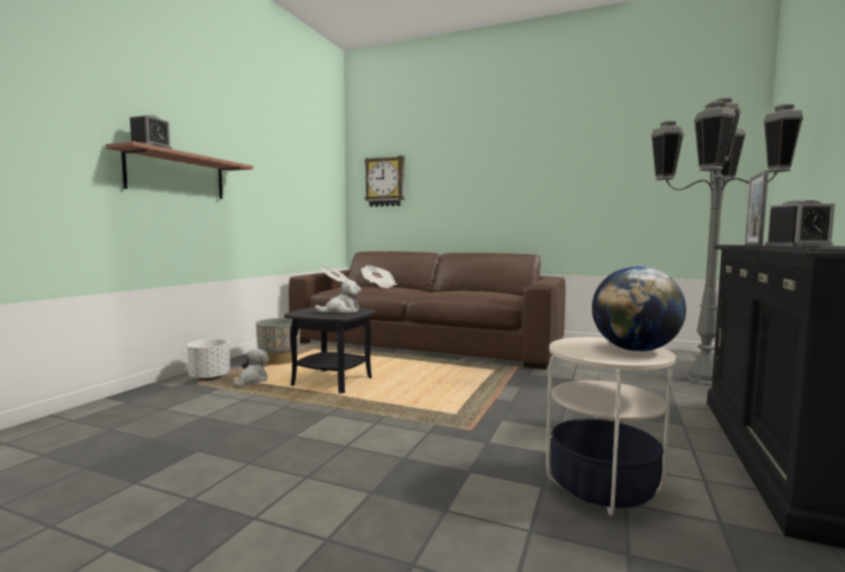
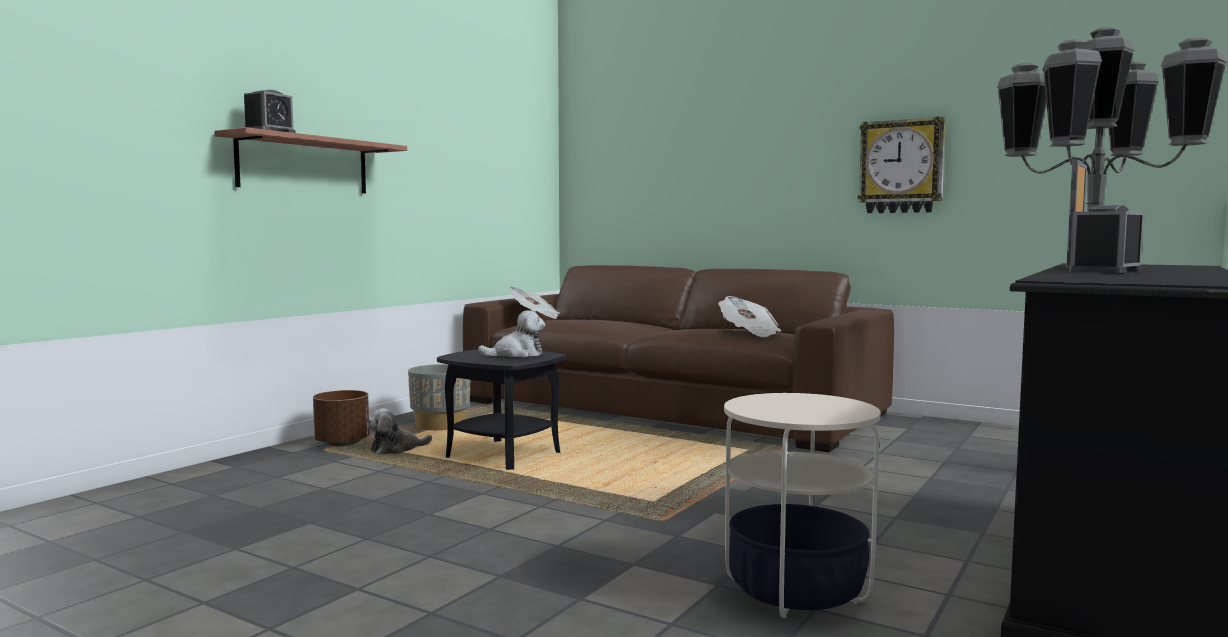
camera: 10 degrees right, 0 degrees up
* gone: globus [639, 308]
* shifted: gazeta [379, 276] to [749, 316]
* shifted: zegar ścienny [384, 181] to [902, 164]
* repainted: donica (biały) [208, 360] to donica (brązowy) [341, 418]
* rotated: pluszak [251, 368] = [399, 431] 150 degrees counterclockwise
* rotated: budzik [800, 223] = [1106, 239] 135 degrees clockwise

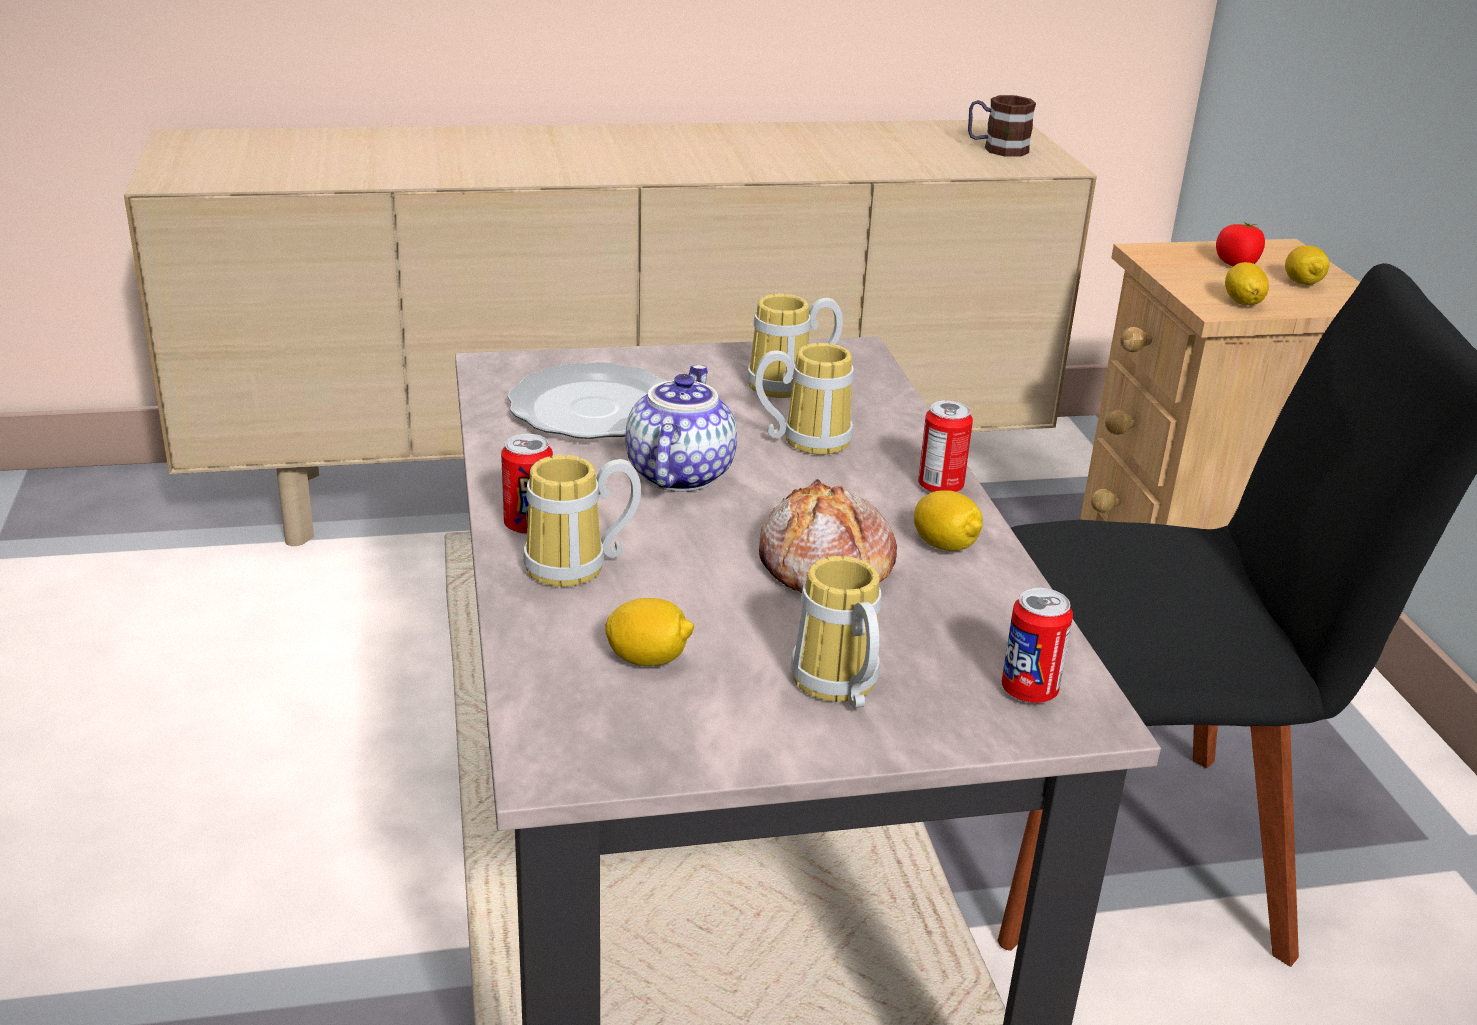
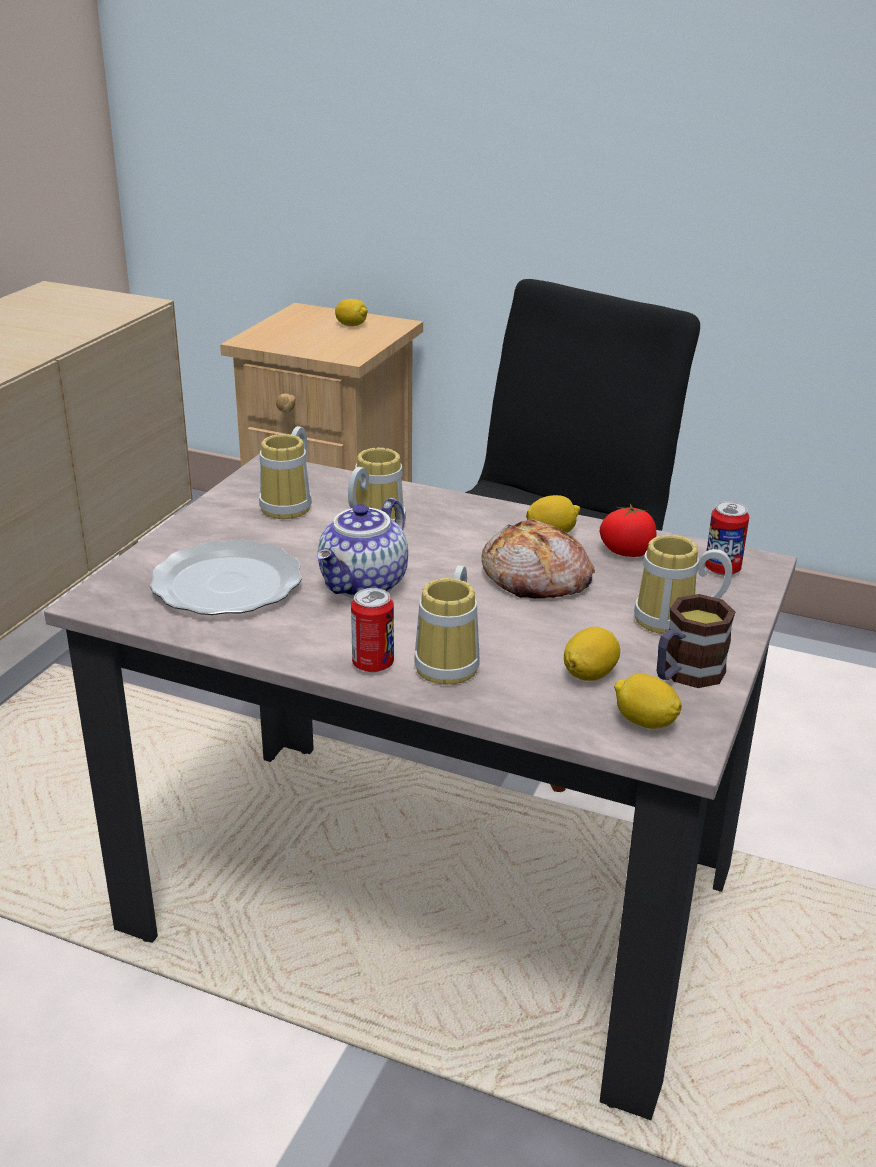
camera: 55 degrees left, 0 degrees up
* gone: puszka [945, 446]
* shifted: kubek [1002, 126] to [696, 641]
* shifted: pomidor [1240, 243] to [628, 530]
* shifted: cytryna [1247, 283] to [648, 701]
* rotated: imbryk [681, 428] = [362, 548] 105 degrees counterclockwise

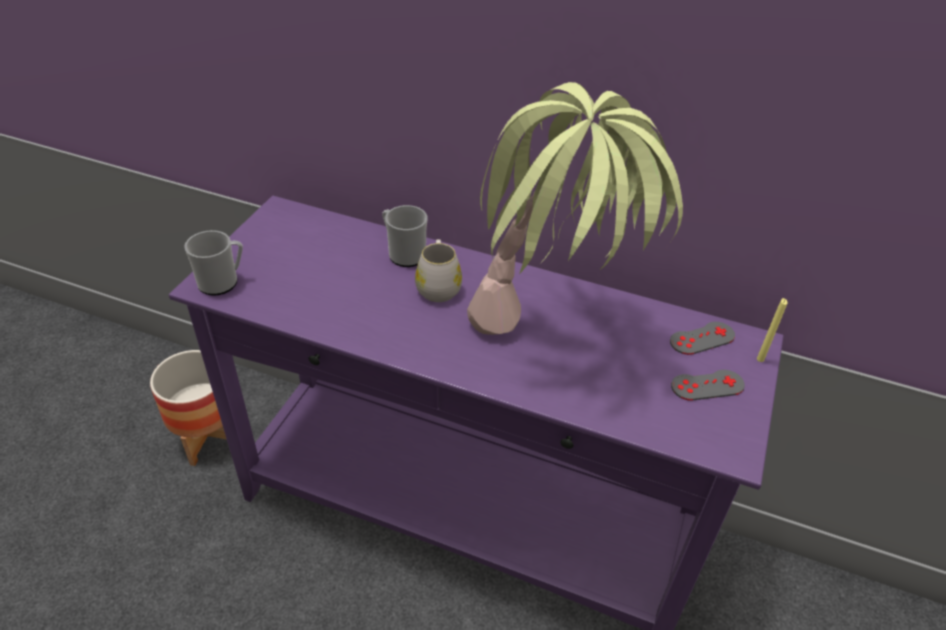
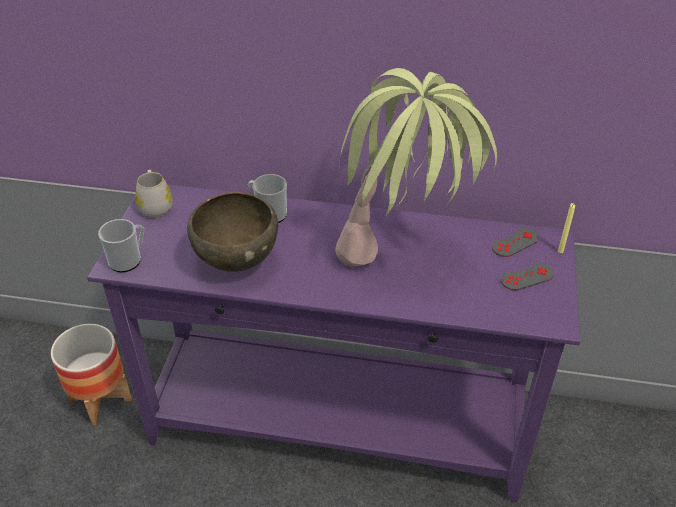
camera: 10 degrees left, 0 degrees up
* new: miska (brązowy) [232, 232]
* shifted: kubek (biały) [438, 271] to [154, 194]

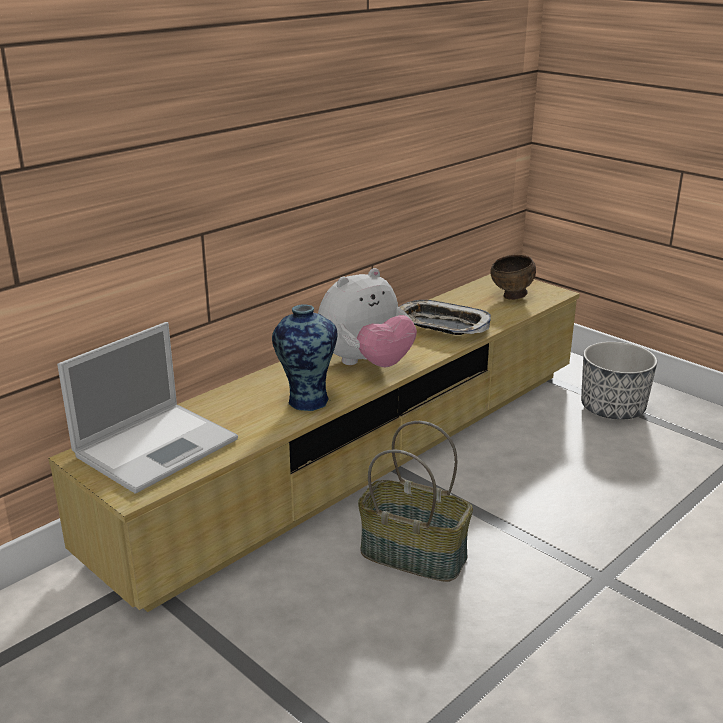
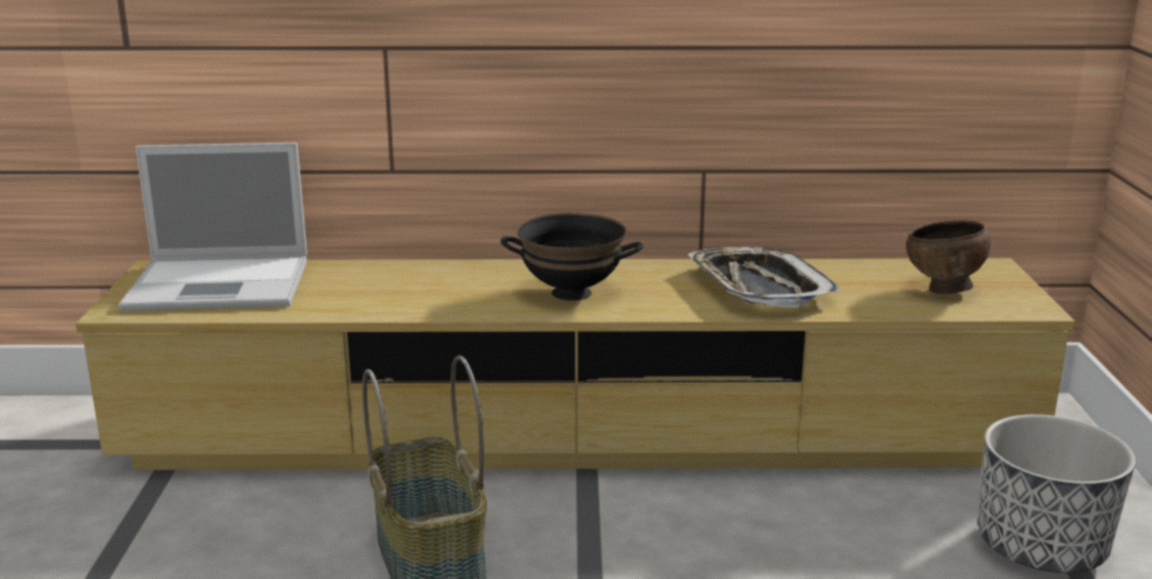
camera: 45 degrees right, 5 degrees down
* gone: wazon [304, 357]
* swapped: pluszak [367, 318] to miska (czarny) [572, 257]

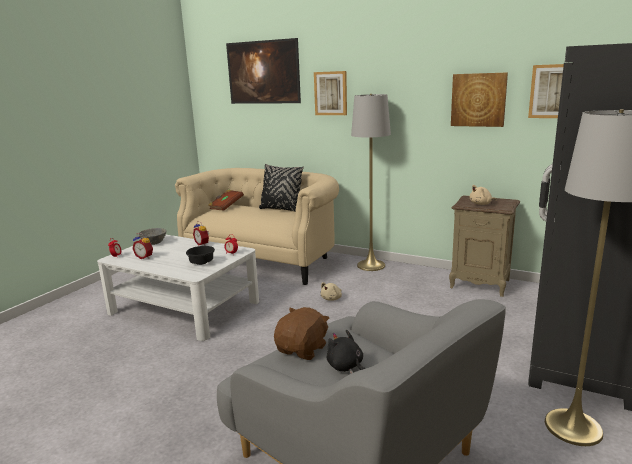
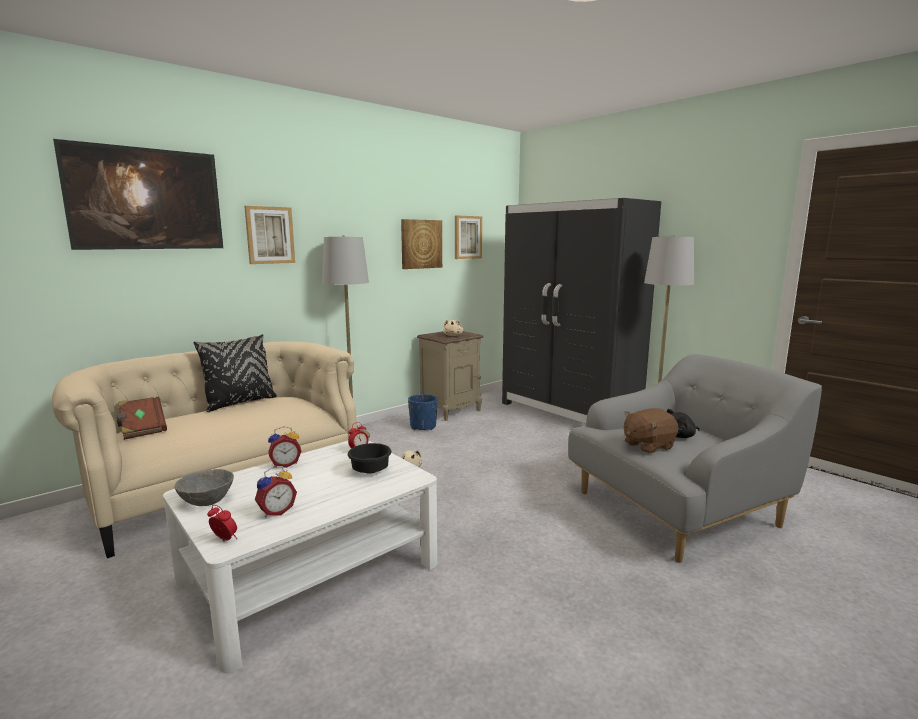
camera: 70 degrees left, 5 degrees down
* new: donica (niebieski) [422, 412]
* rotated: pluszak (brązowy) [301, 333] = [651, 430] 75 degrees counterclockwise

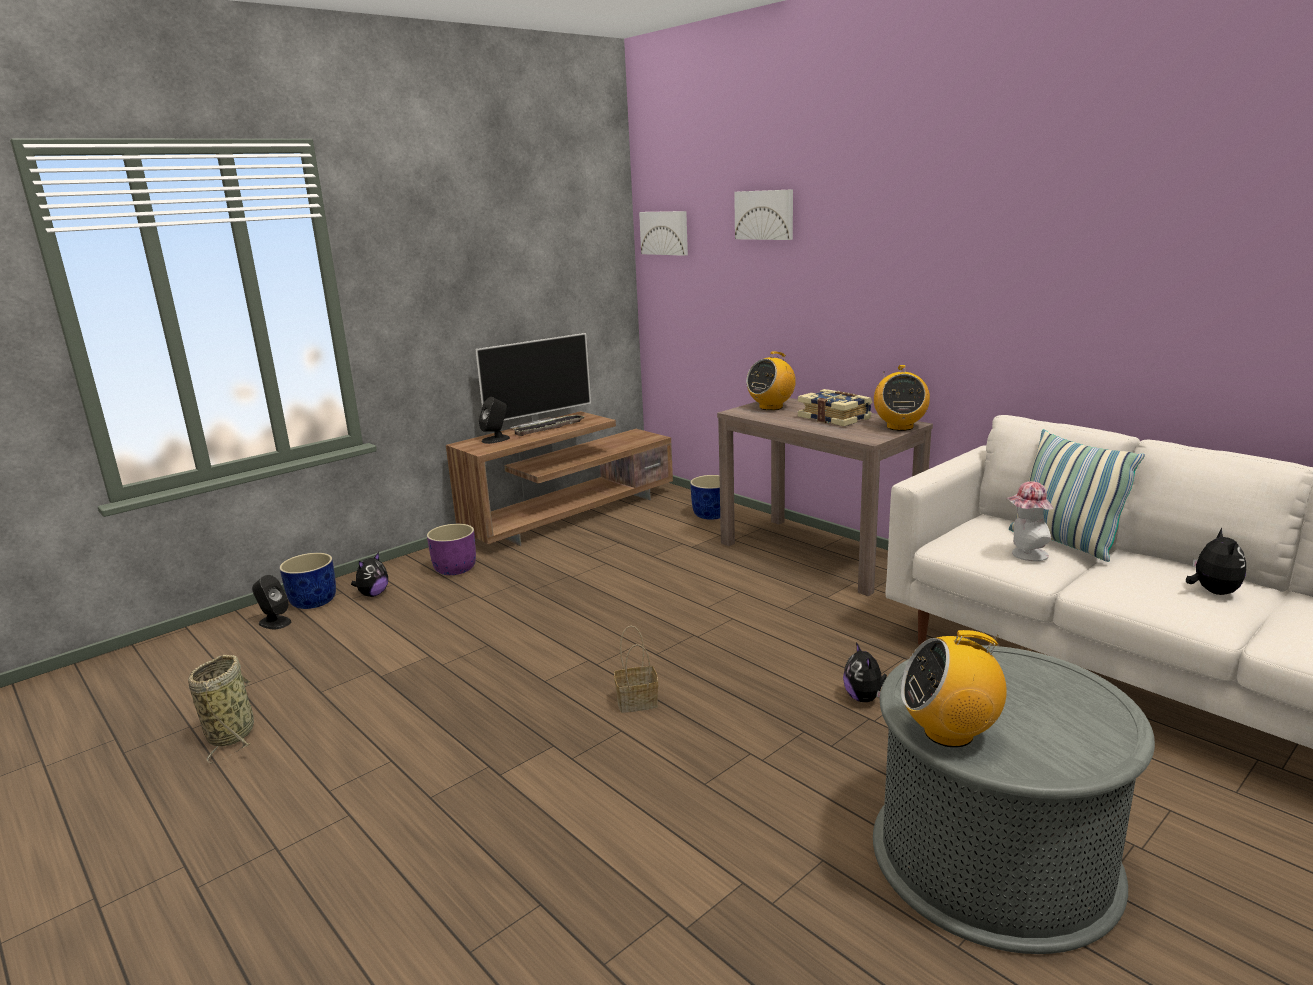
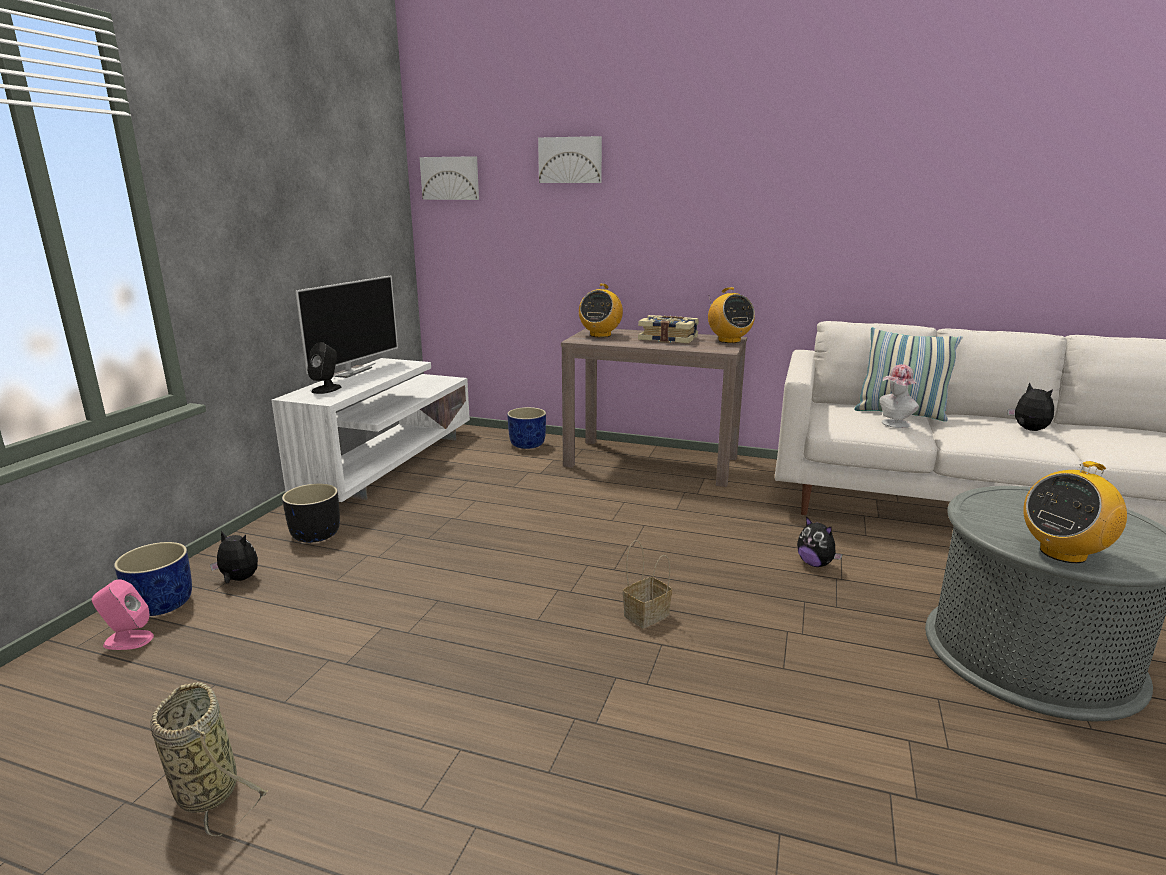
camera: 30 degrees left, 0 degrees up
* gone: taca [550, 425]
* repainted: głośnik (czarny) [271, 602] to głośnik (różowy) [123, 614]
* repainted: donica (fioletowy) [451, 549] to donica (czarny) [311, 513]
* repainted: szafka pod telewizor (brązowy) [559, 478] to szafka pod telewizor (biały) [370, 430]
* rotated: pluszak [369, 574] = [234, 557] 75 degrees counterclockwise

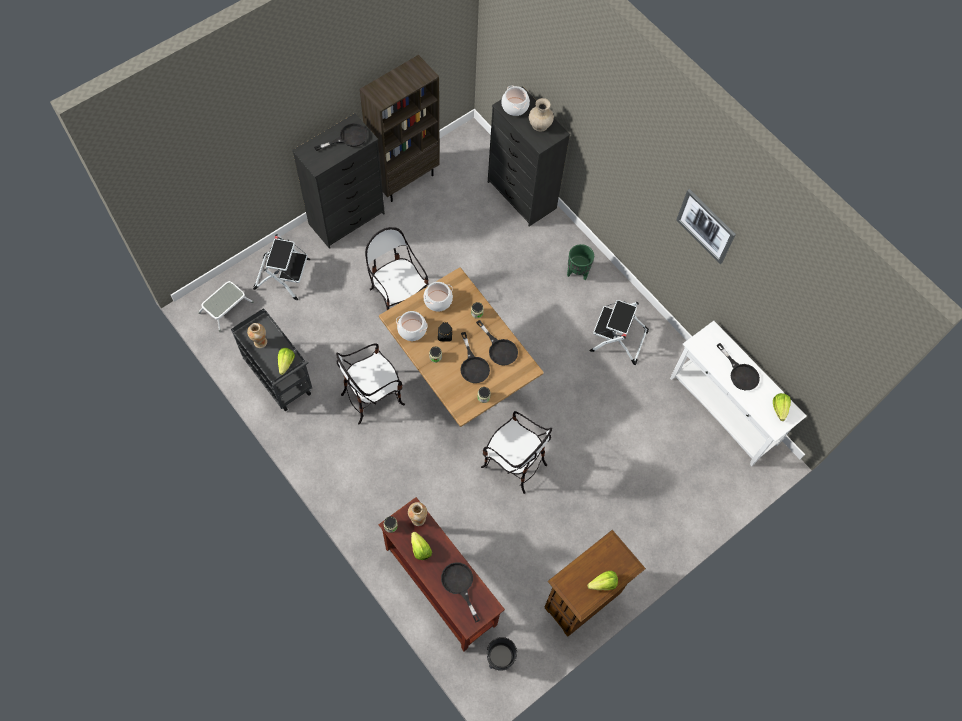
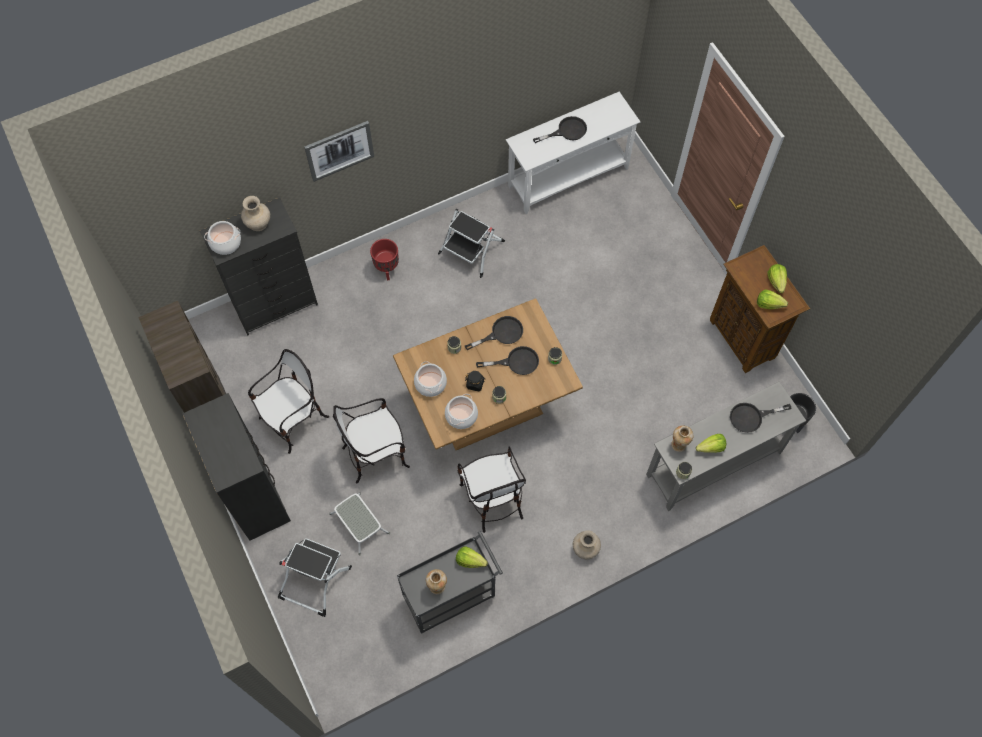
camera: 75 degrees left, 0 degrees up
* gone: patelnia (czarny) [341, 137]
* new: wazon (beżowy) [587, 545]
* shifted: drabinka (szary) [226, 306] to [359, 523]
* shifted: krzesło [516, 452] to [288, 401]
* shifted: obraz [706, 226] to [339, 151]
* shifted: sałata [782, 407] to [772, 299]
* repainted: stolik konsolowy (brązowy) [442, 574] to stolik konsolowy (szary) [726, 446]
* repainted: donica (zielony) [580, 262] to donica (czerwony) [384, 259]

